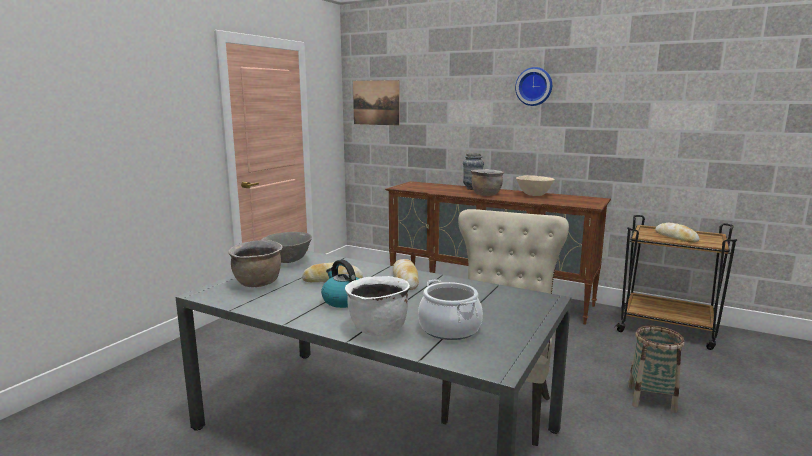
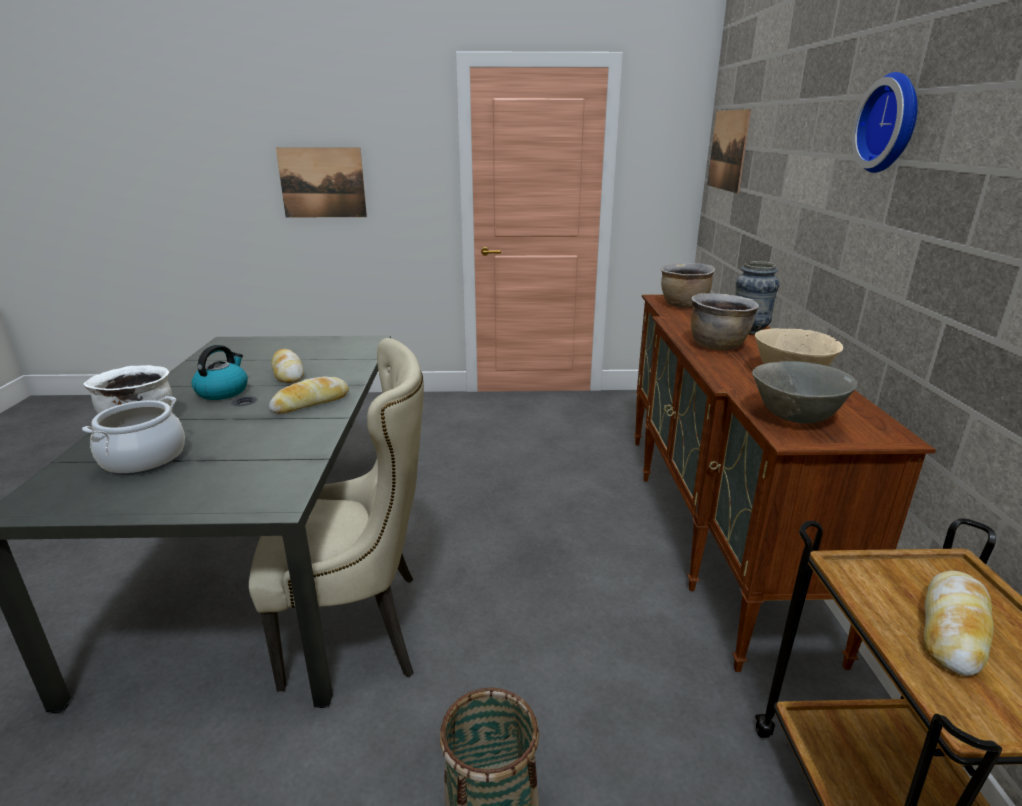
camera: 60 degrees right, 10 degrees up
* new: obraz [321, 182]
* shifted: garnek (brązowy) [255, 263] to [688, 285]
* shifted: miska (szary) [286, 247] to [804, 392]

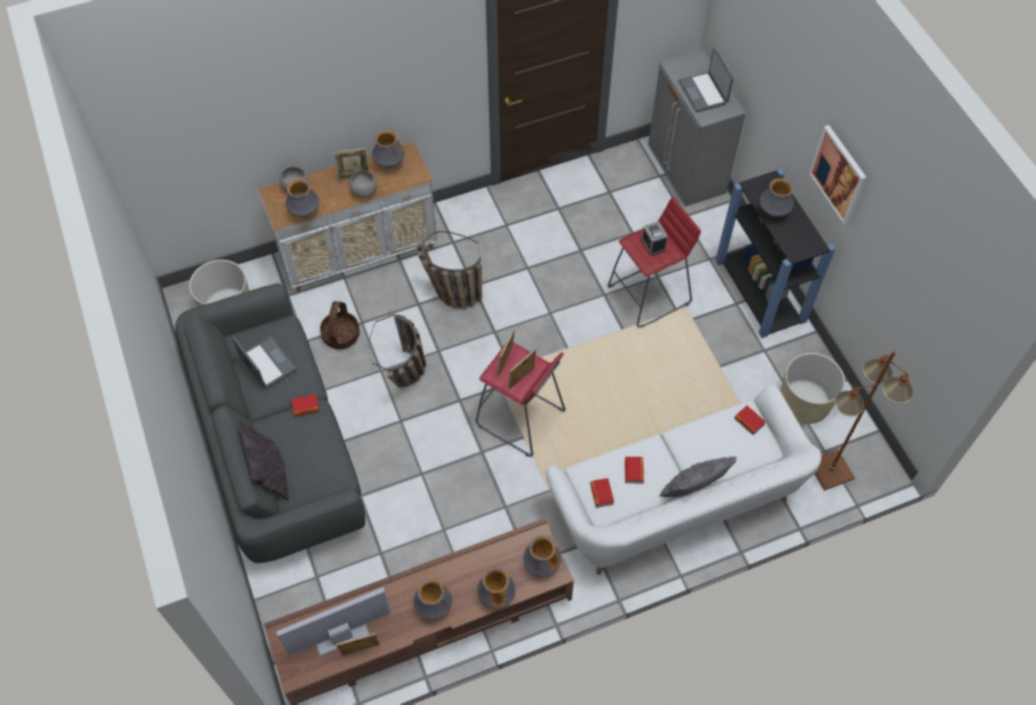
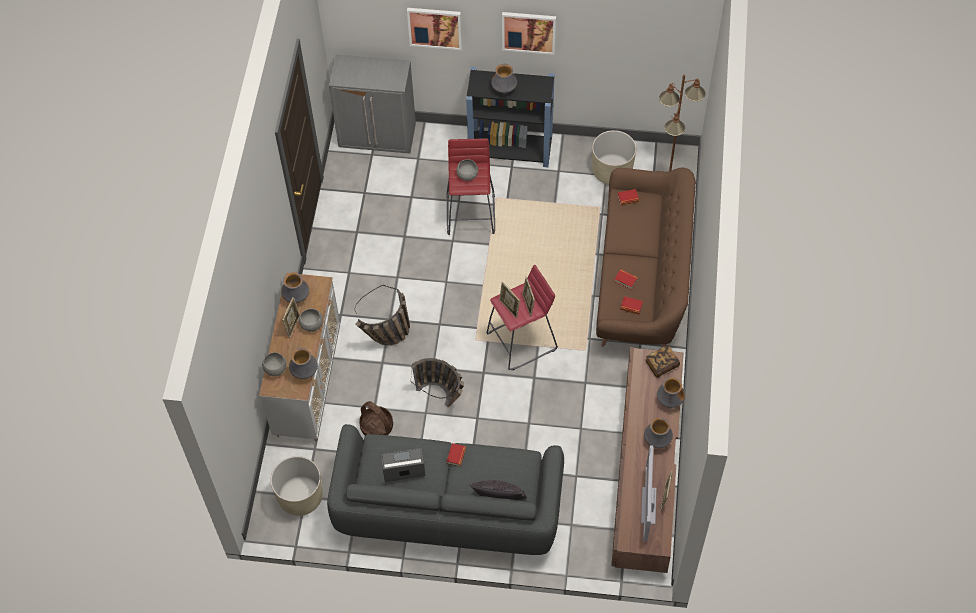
camera: 60 degrees left, 0 degrees up
* gone: poduszka (szary) [698, 476]
* gone: laptop [706, 80]
* new: obraz [434, 29]
* swapped: wazon [542, 556] to książka [662, 361]
* swapped: budzik [654, 239] to miska (szary) [467, 170]
* repainted: kanapa (biały) [683, 480] to kanapa (brązowy) [646, 257]

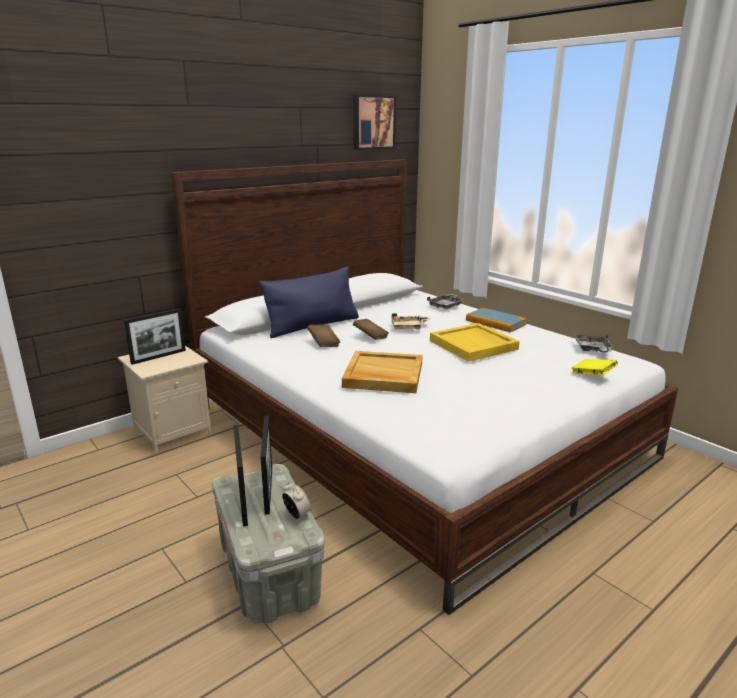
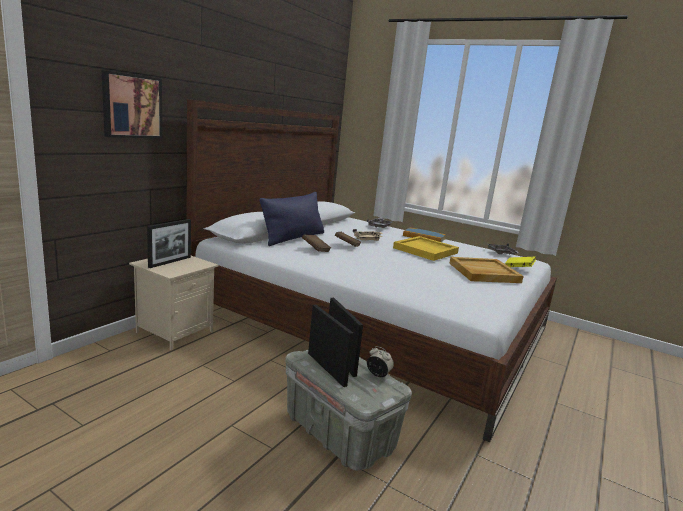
camera: 20 degrees left, 5 degrees down
* shifted: taca (beżowy) [382, 372] to [486, 270]
* shifted: obraz [374, 122] to [132, 104]

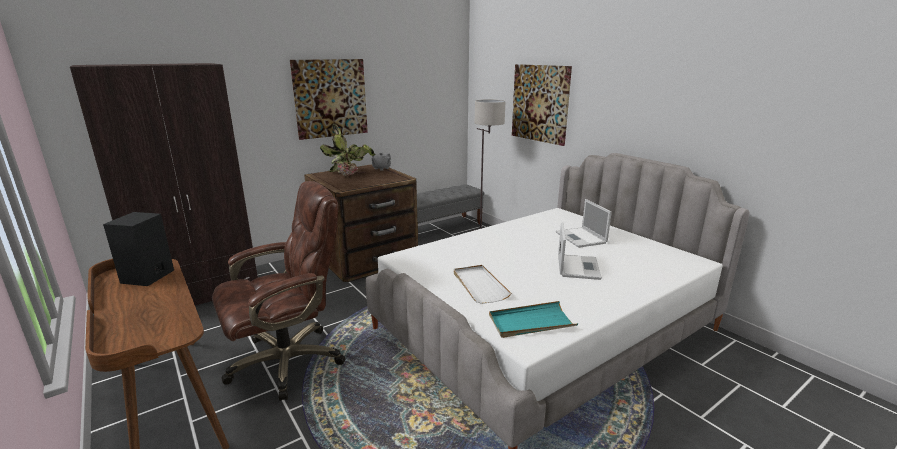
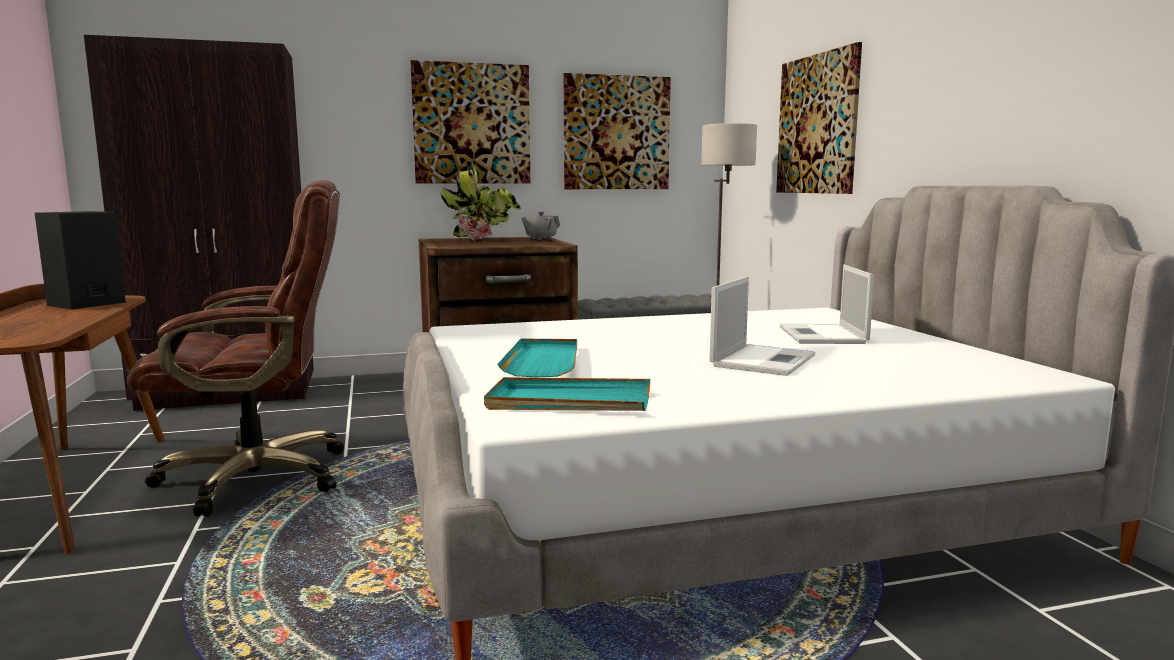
camera: 20 degrees right, 10 degrees down
* new: obraz [617, 131]
* repainted: taca (biały) [482, 284] to taca (turkusowy) [537, 358]

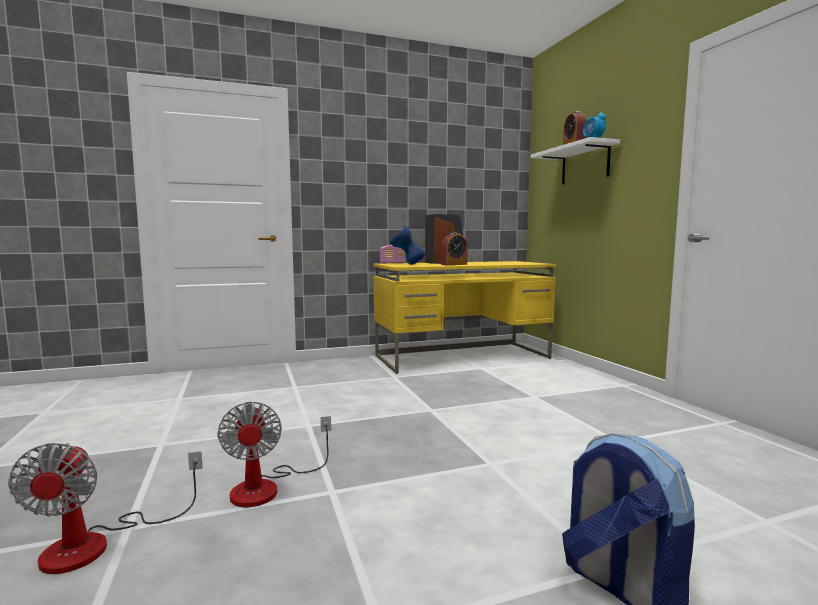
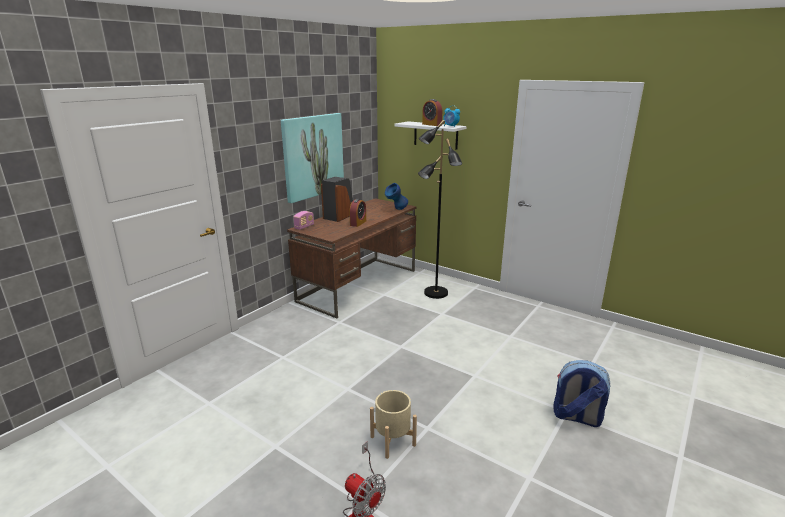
camera: 35 degrees left, 15 degrees up
* new: obraz [312, 158]
* new: lampa stojąca (czarny) [440, 209]
* shifted: wazon (niebieski) [407, 245] to [396, 196]
* swapped: wentylator [274, 454] to donica (beżowy) [393, 424]
* repainted: biurko (żółty) [464, 317] to biurko (brązowy) [351, 258]

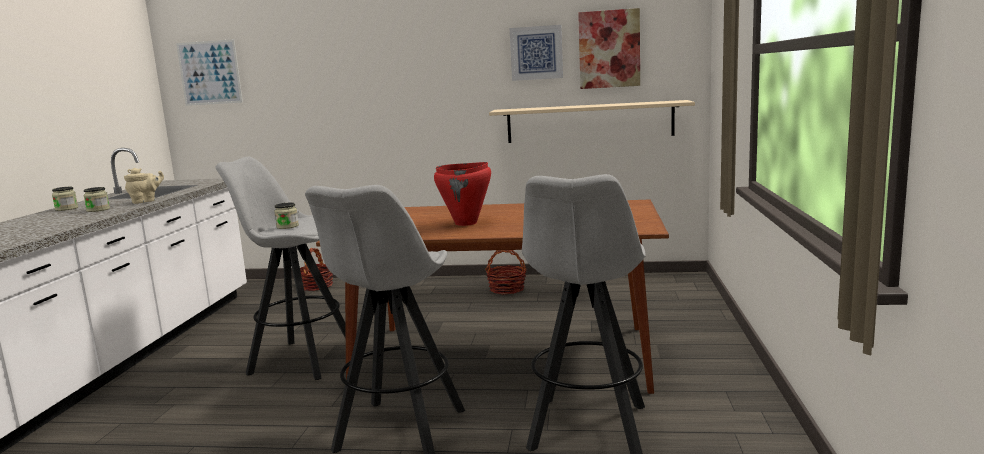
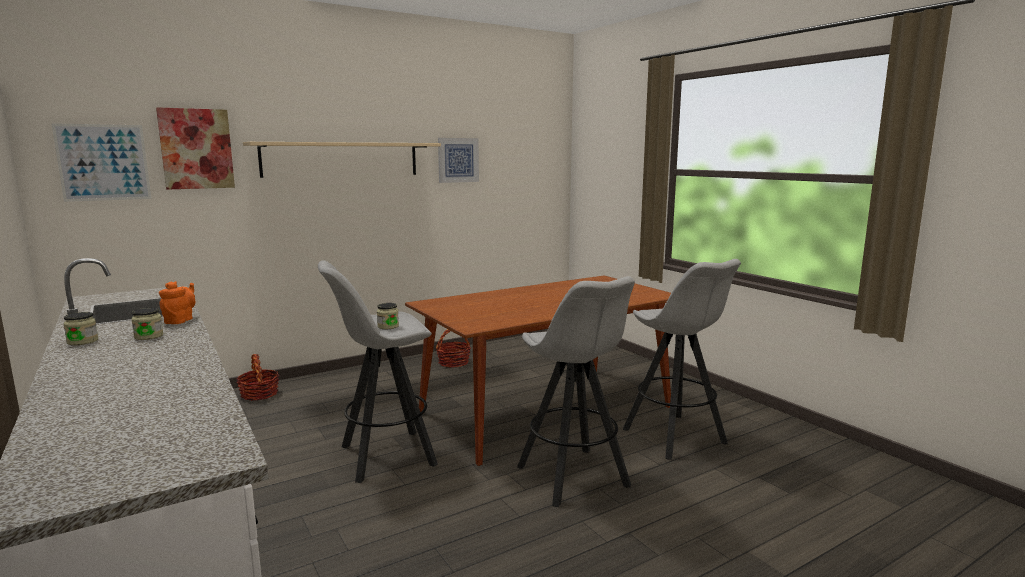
camera: 40 degrees left, 0 degrees up
* gone: garnek (czerwony) [462, 194]
* shifted: półka (beżowy) [592, 121] to [342, 160]
* shifted: obraz [609, 48] to [195, 148]
* repainted: imbryk (beżowy) [144, 186] to imbryk (pomarańczowy) [177, 302]

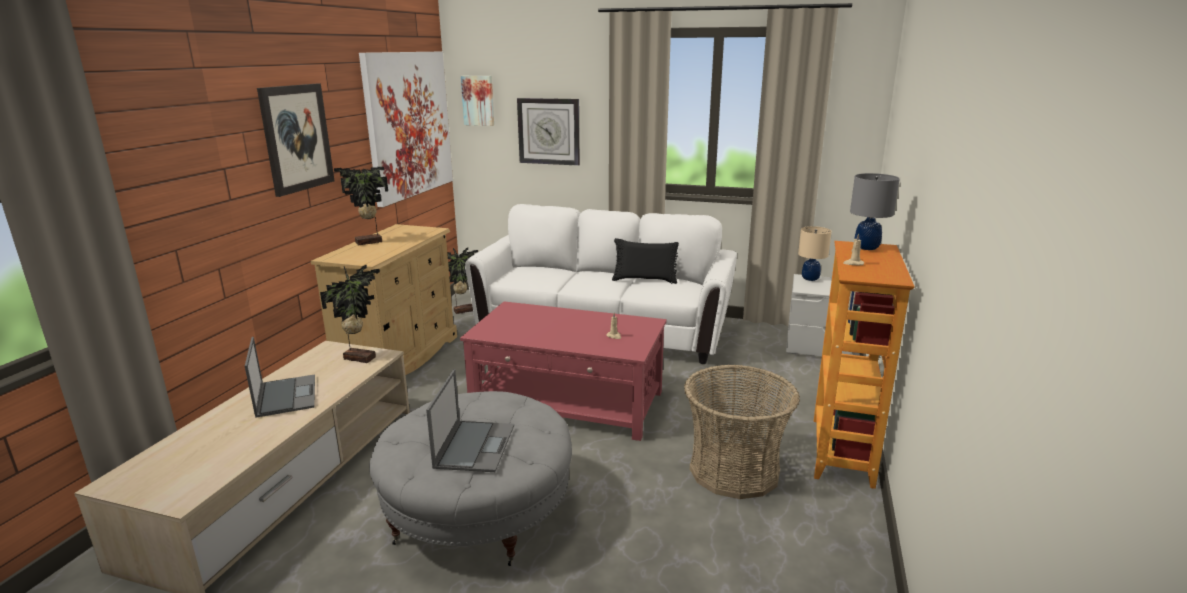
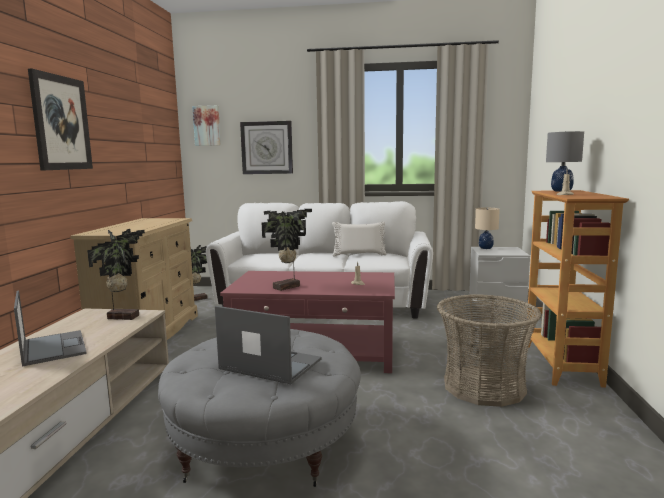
camera: 10 degrees left, 10 degrees down
* gone: obraz [406, 129]
* shifted: roślina doniczkowa [361, 206] to [287, 250]
* repainted: poduszka (czarny) [645, 261] to poduszka (biały) [359, 239]
* rotated: laptop [470, 420] = [268, 345] 60 degrees counterclockwise

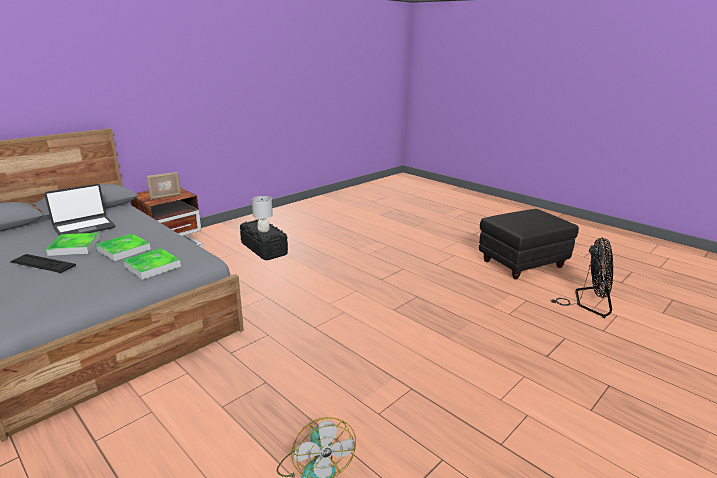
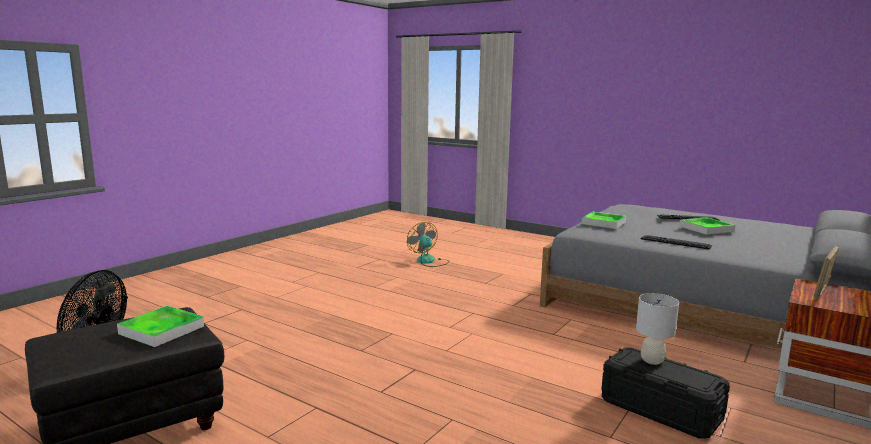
camera: 170 degrees right, 10 degrees down
* gone: laptop [80, 209]
* new: klawiatura [676, 242]
* shifted: taca [123, 247] to [160, 326]

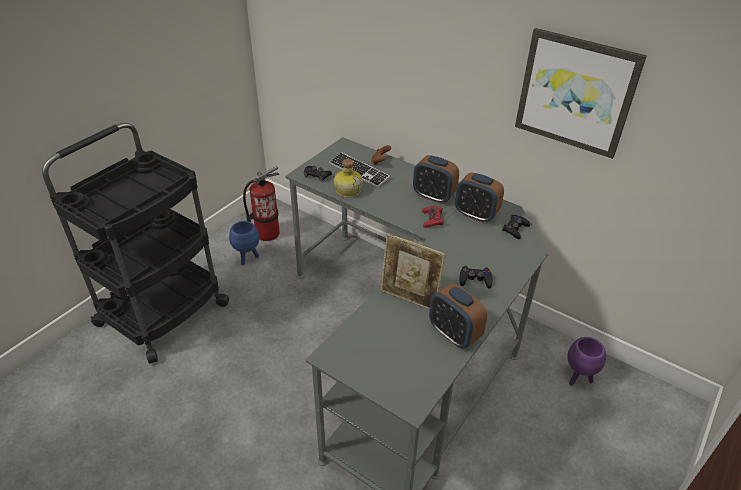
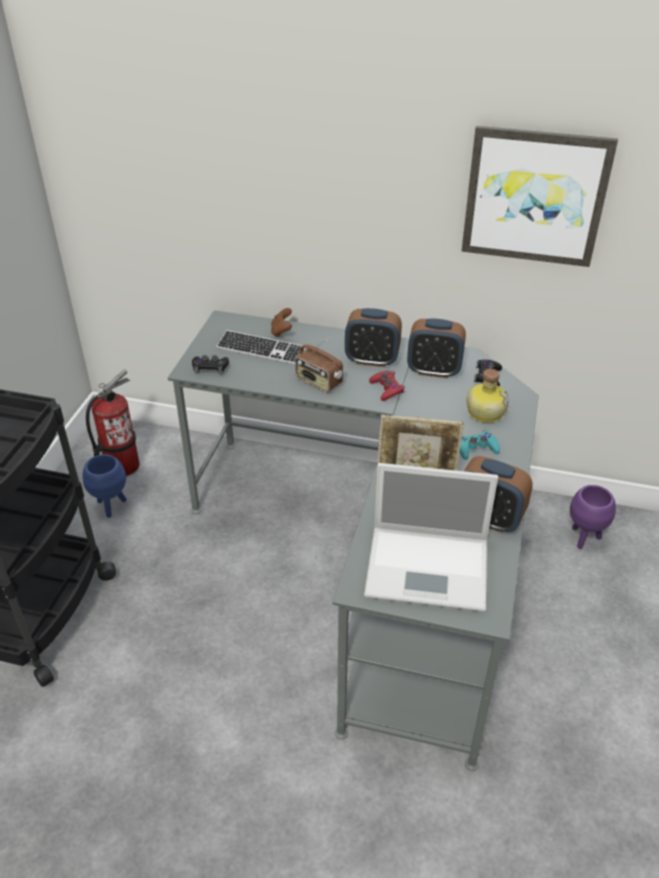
camera: 20 degrees left, 0 degrees up
* new: radio [319, 365]
* new: laptop [431, 537]
* shifted: butelka [348, 178] to [487, 396]
* repainted: pad do gier (czarny) [476, 277] to pad do gier (turkusowy) [480, 445]

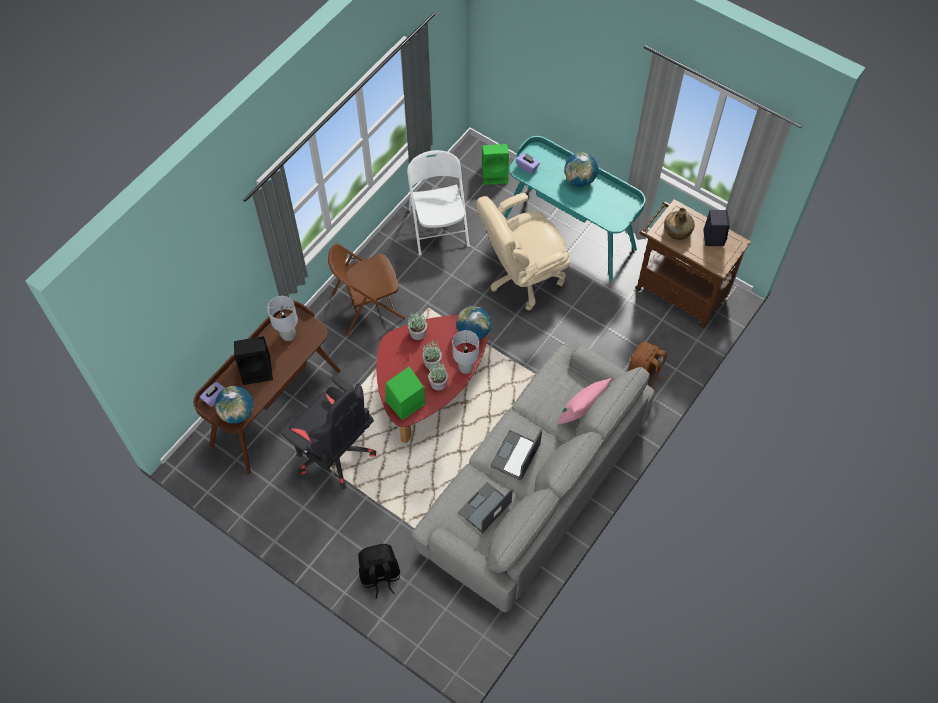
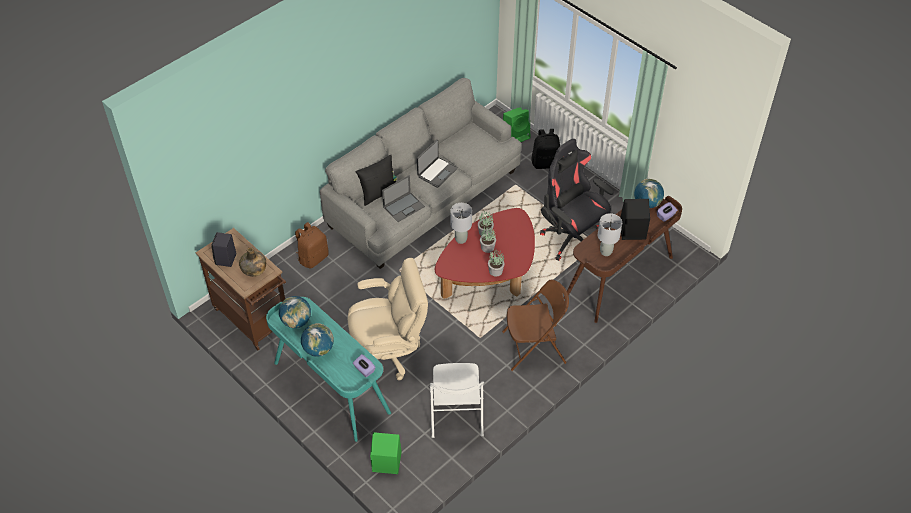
camera: 170 degrees left, 10 degrees down
* shifted: głośnik (zielony) [405, 393] to [516, 124]
* shifted: globus [473, 323] to [295, 312]
* shifted: laptop [485, 507] to [403, 198]
* repainted: poduszka (różowy) [584, 401] to poduszka (czarny) [376, 180]

